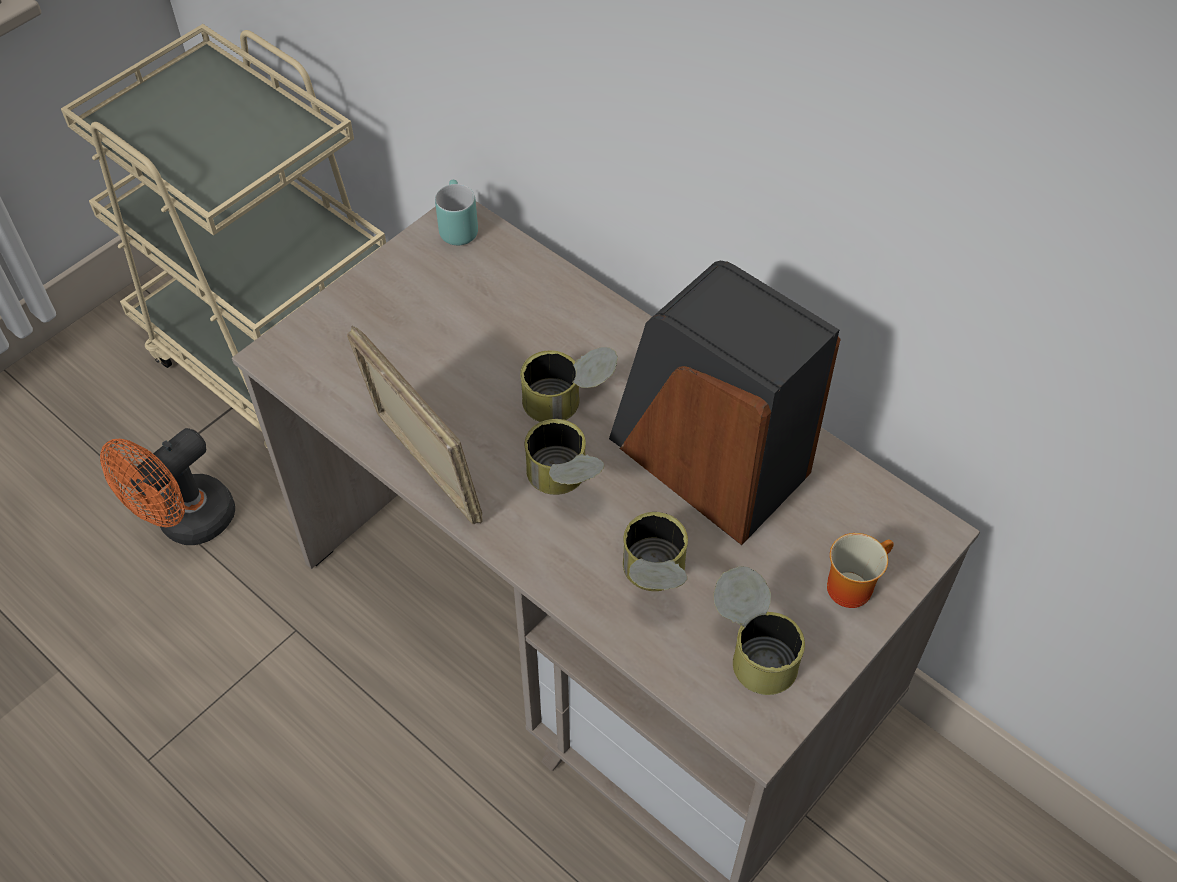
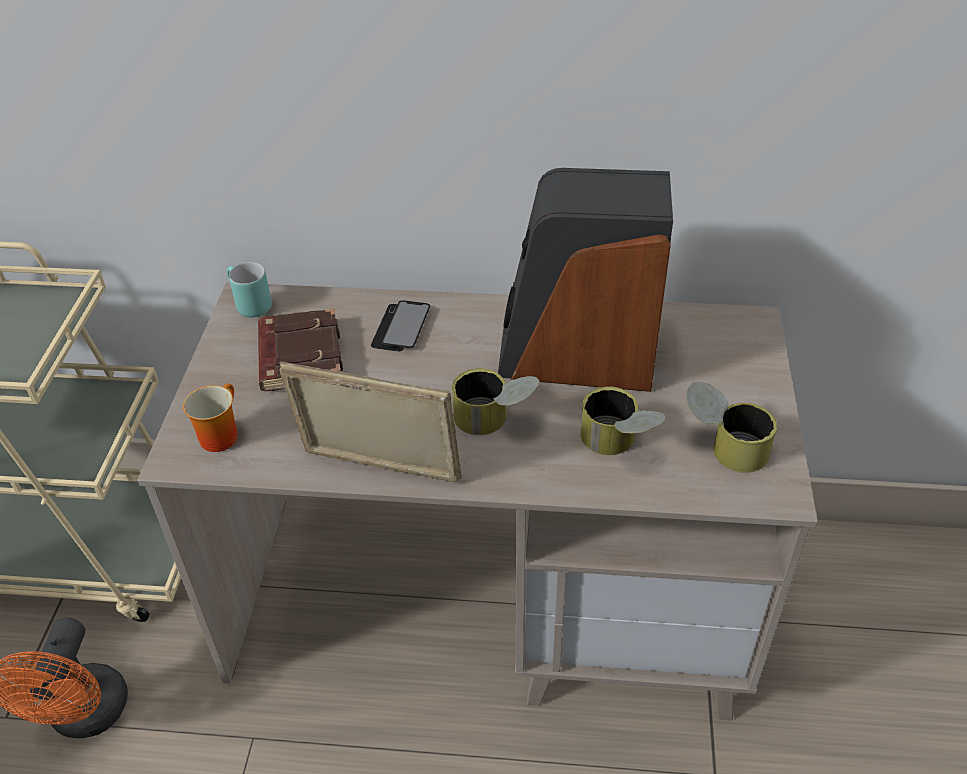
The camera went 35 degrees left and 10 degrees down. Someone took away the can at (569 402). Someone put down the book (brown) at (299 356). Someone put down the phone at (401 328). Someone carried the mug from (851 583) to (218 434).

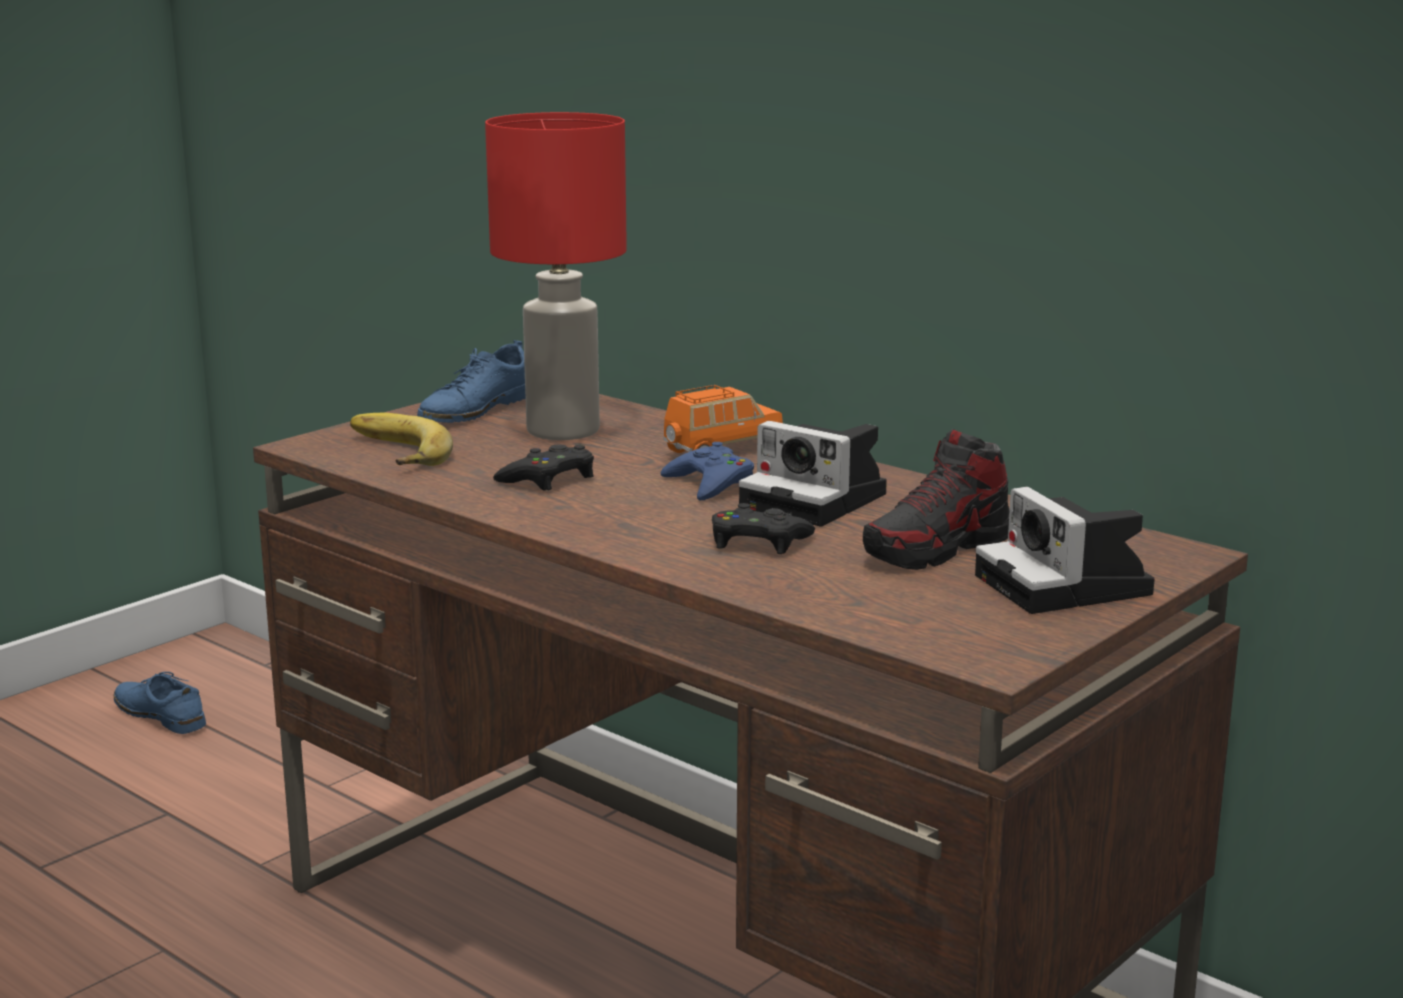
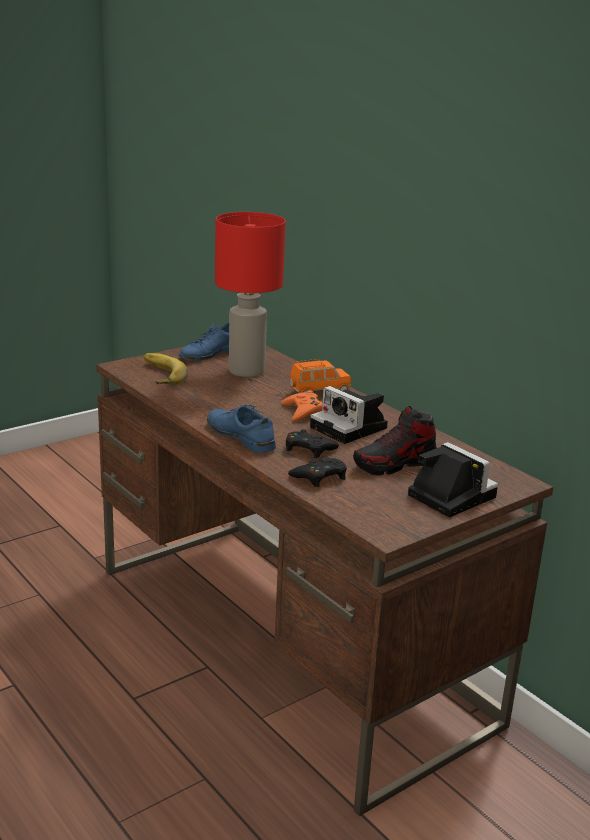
The camera went 10 degrees right and 5 degrees up. Someone carried the shoe (blue) from (160 715) to (241 436). Someone carried the game controller (black) from (549 479) to (320 477). Someone repainted the game controller (blue) at (710 484), which became the game controller (orange) at (303 411). Someone rotated the photo camera at (1068 587) by 150 degrees clockwise.

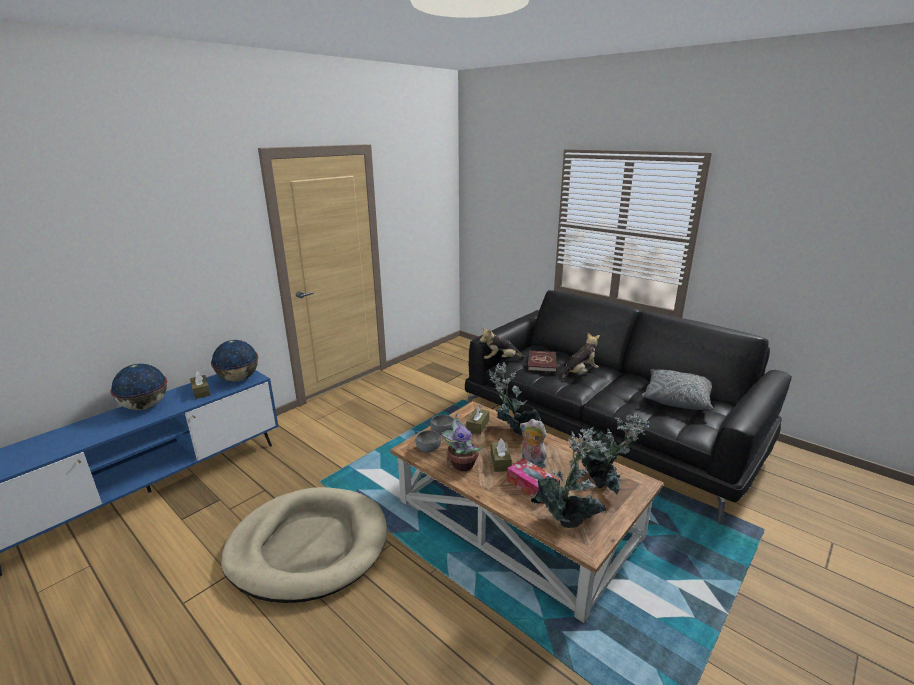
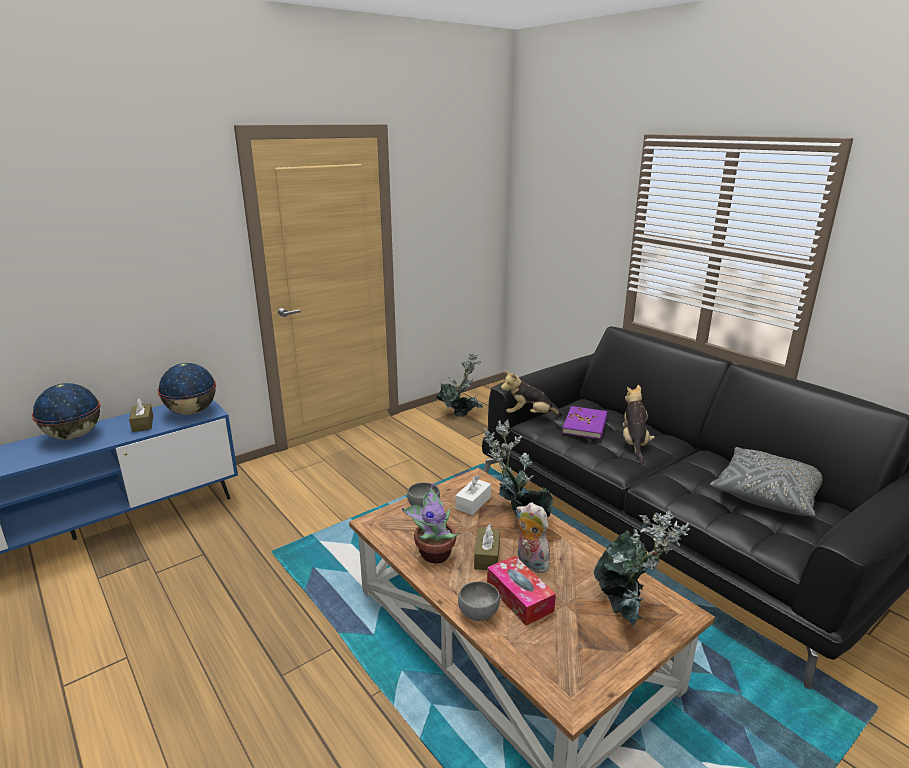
The camera went 10 degrees right and 0 degrees up. Someone took away the dog bed (beige) at (308 546). Someone carried the bowl (grey) from (428 449) to (478 613). Someone carried the potted plant from (568 519) to (461 413). Someone repainted the tissue box (brown) at (477 426), which became the tissue box (white) at (473 503). Someone repainted the book (red) at (542 363), which became the book (purple) at (585 425). Someone rotated the plush toy at (580 373) by 60 degrees counterclockwise.

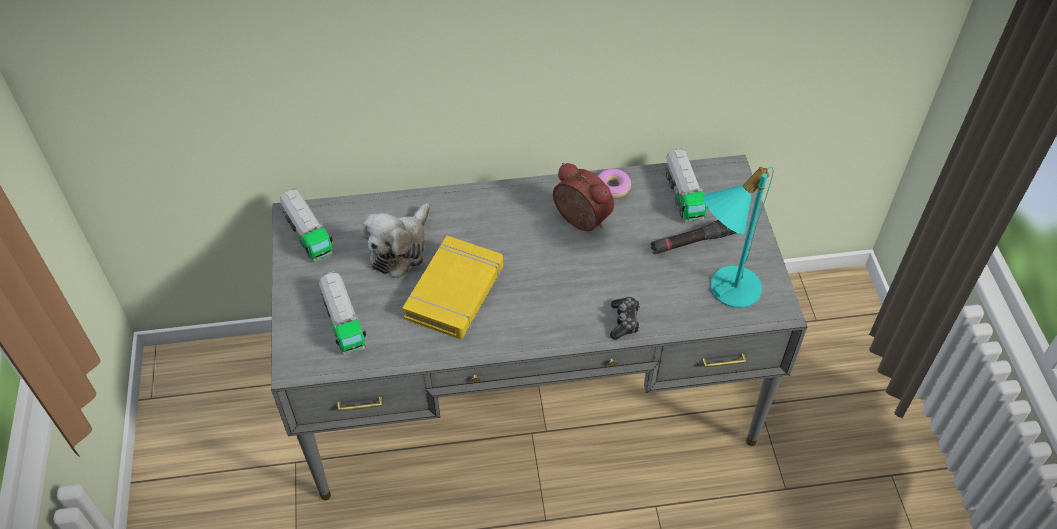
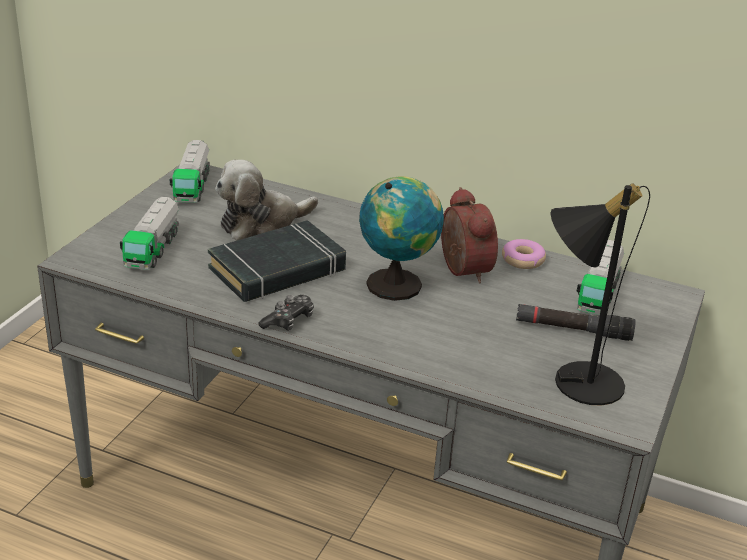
The camera went 30 degrees right and 20 degrees down. Someone put down the globe at (397 284). Someone carried the game controller from (624 321) to (288 321). Someone repainted the book (yellow) at (455 292), which became the book (black) at (278 270). Someone repainted the table lamp (turquoise) at (725 287), which became the table lamp (black) at (575 379).

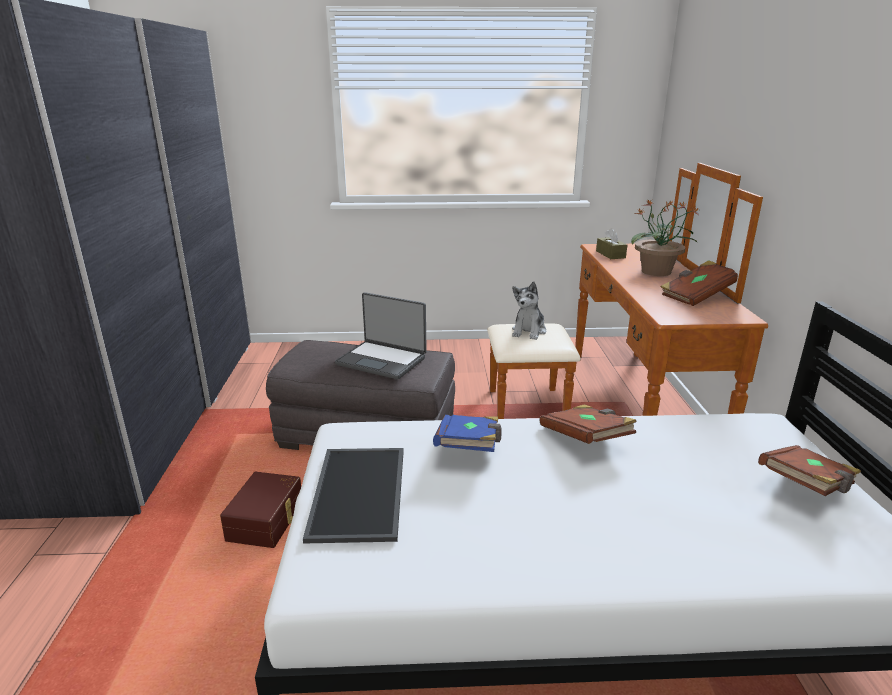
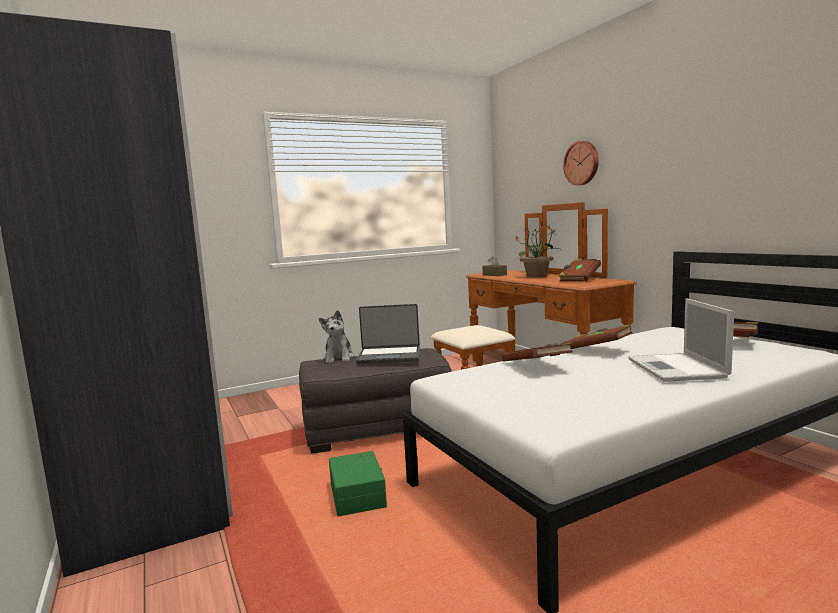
The camera went 25 degrees left and 15 degrees down. Someone took away the tray at (361 493). Someone put up the wall clock at (582 163). Someone put down the laptop at (677 368). Someone carried the plush toy from (529 331) to (339 358). Someone repainted the storage box (brown) at (267 521), which became the storage box (green) at (359 496). Someone repainted the book (blue) at (469 448), which became the book (brown) at (537 366).

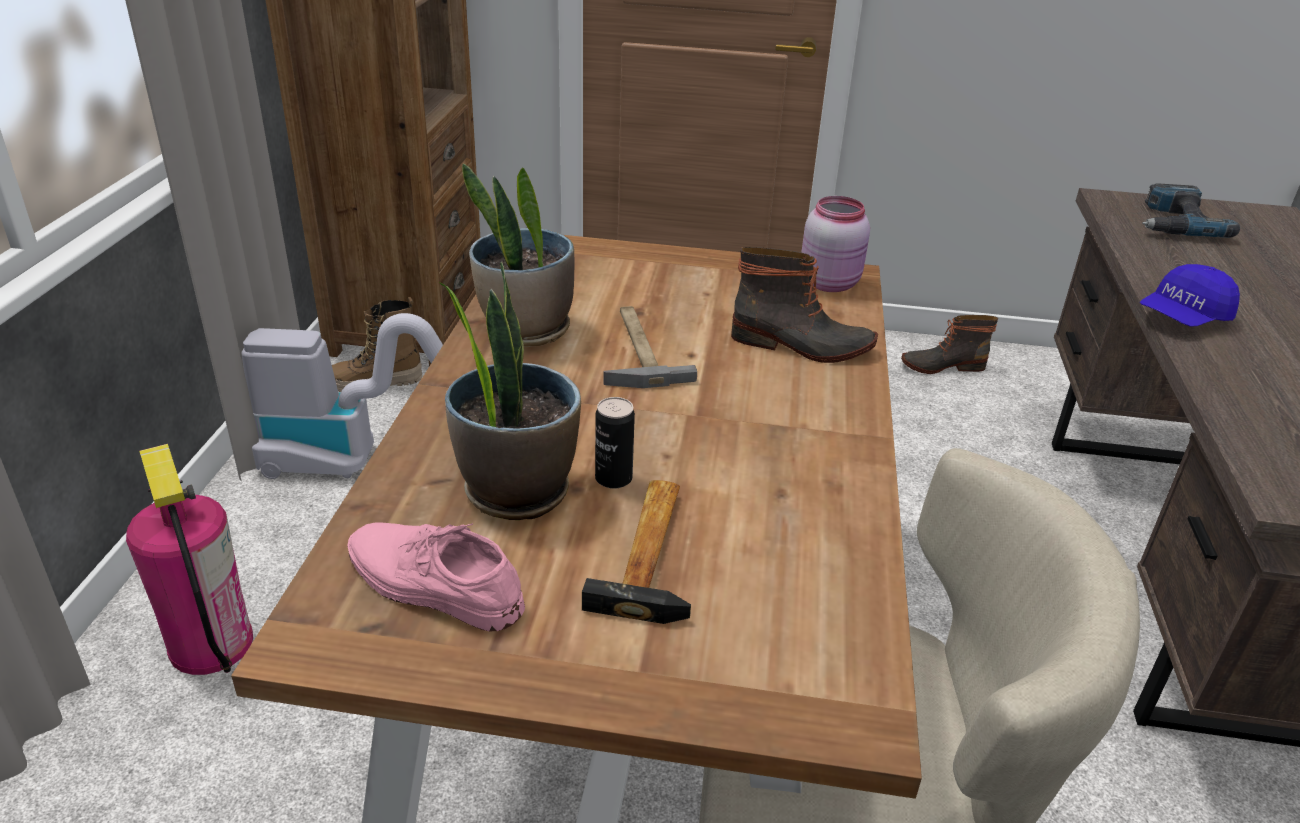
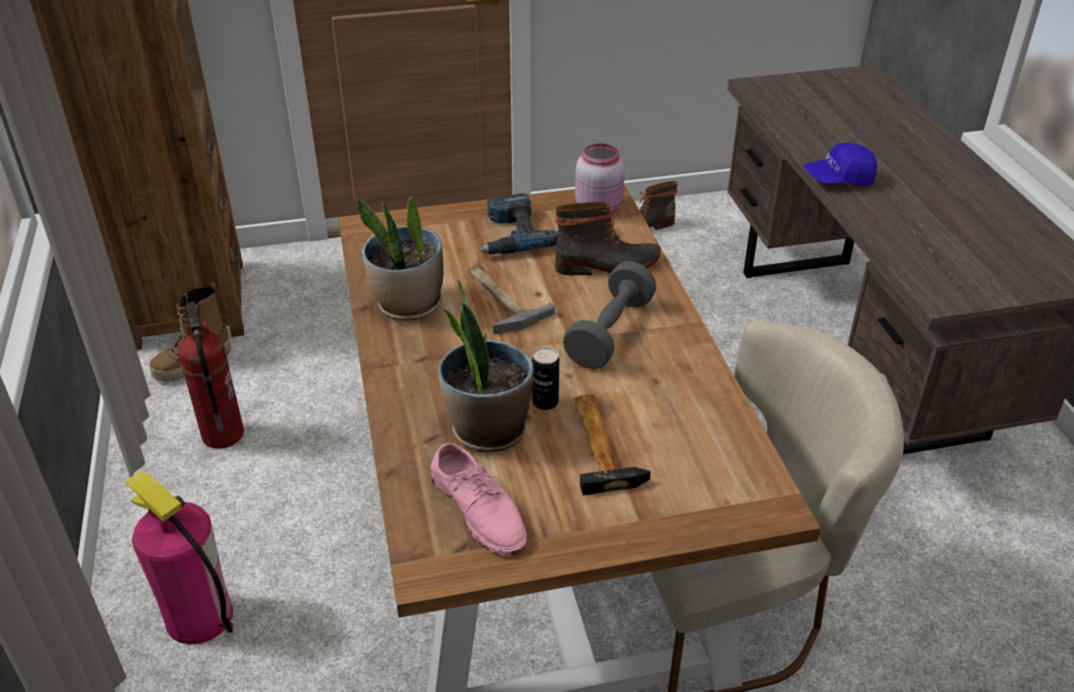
The camera went 20 degrees left and 5 degrees up. Someone put down the dumbbell (grey) at (610 332). Someone carried the power drill from (1173 222) to (511 235). Someone swapped the vacuum cleaner at (358 460) for the fire extinguisher at (222 435). Someone rotated the shoe (pink) at (432 584) by 135 degrees counterclockwise. Someone rotated the cap (blue) at (1183 318) by 45 degrees clockwise.

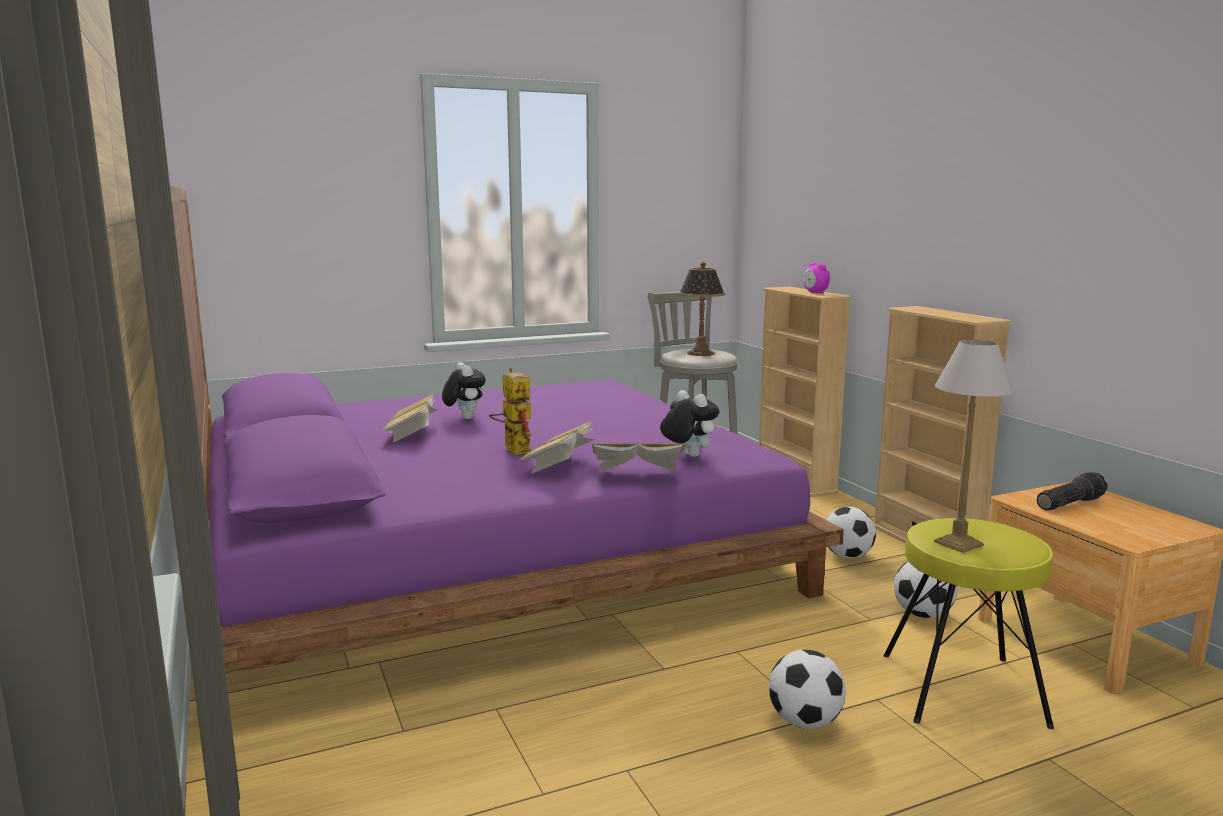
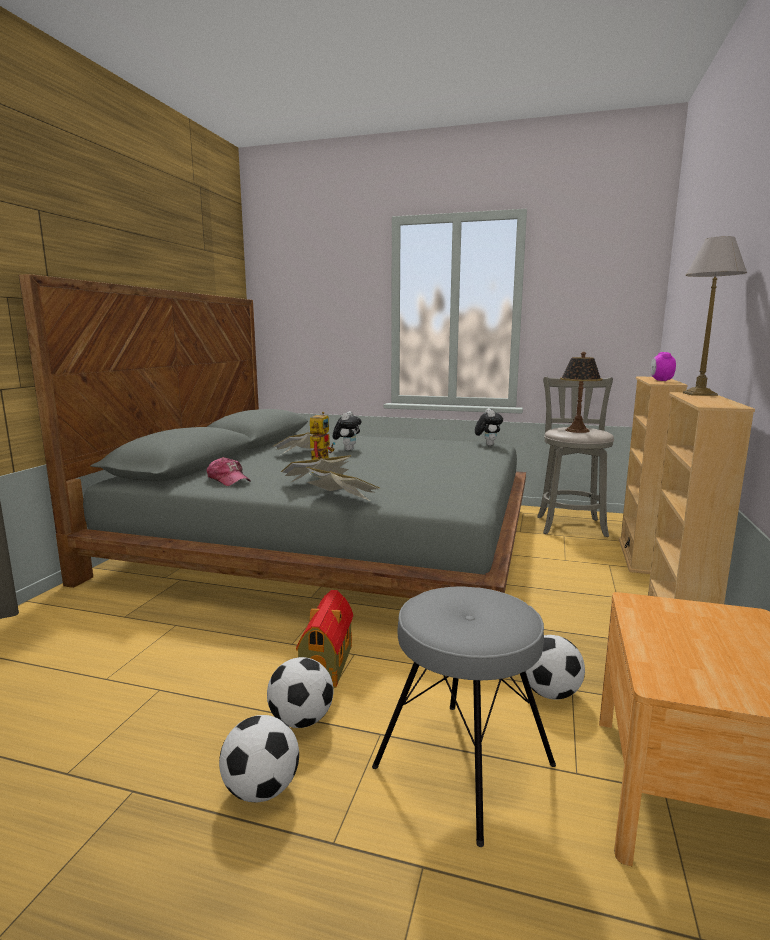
The camera went 40 degrees right and 0 degrees up. Someone took away the flashlight at (1068 503). Someone put down the cap at (228 480). Someone put down the toy house at (327 663). Someone carried the plush toy from (687 455) to (487 444). Someone carried the football from (847 556) to (261 790). Someone carried the table lamp from (958 544) to (699 394). Someone repainted the bed (purple) at (484 550), which became the bed (grey) at (335 540). Someone repainted the stool (yellow) at (963 689), which became the stool (grey) at (464 766).

